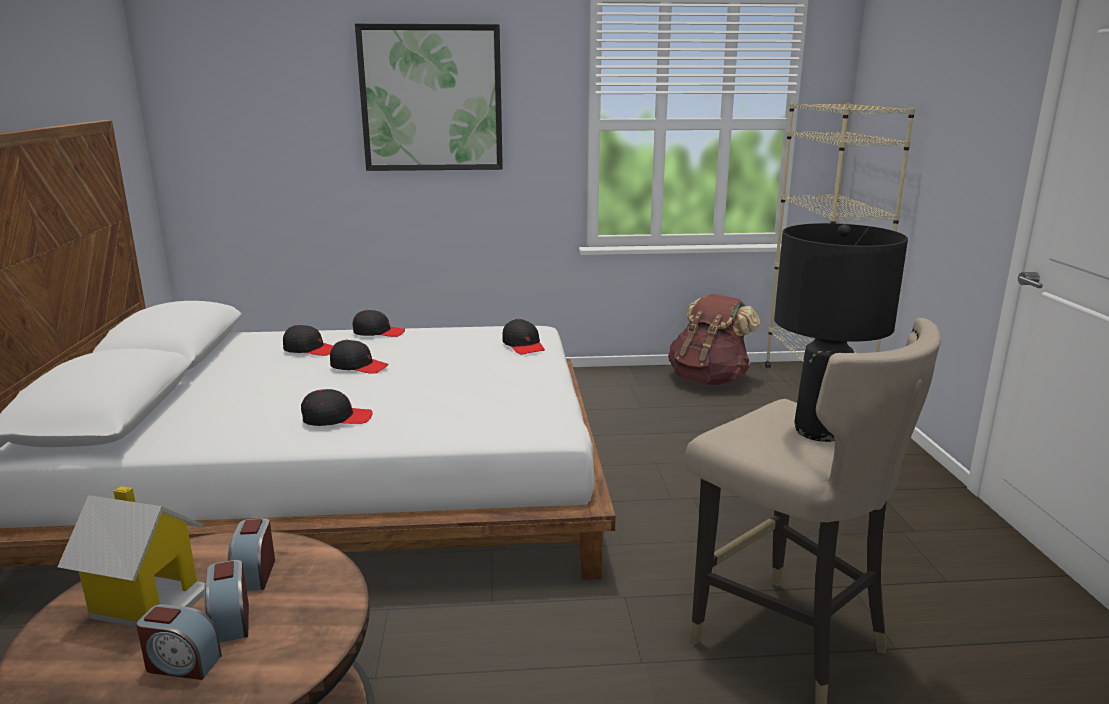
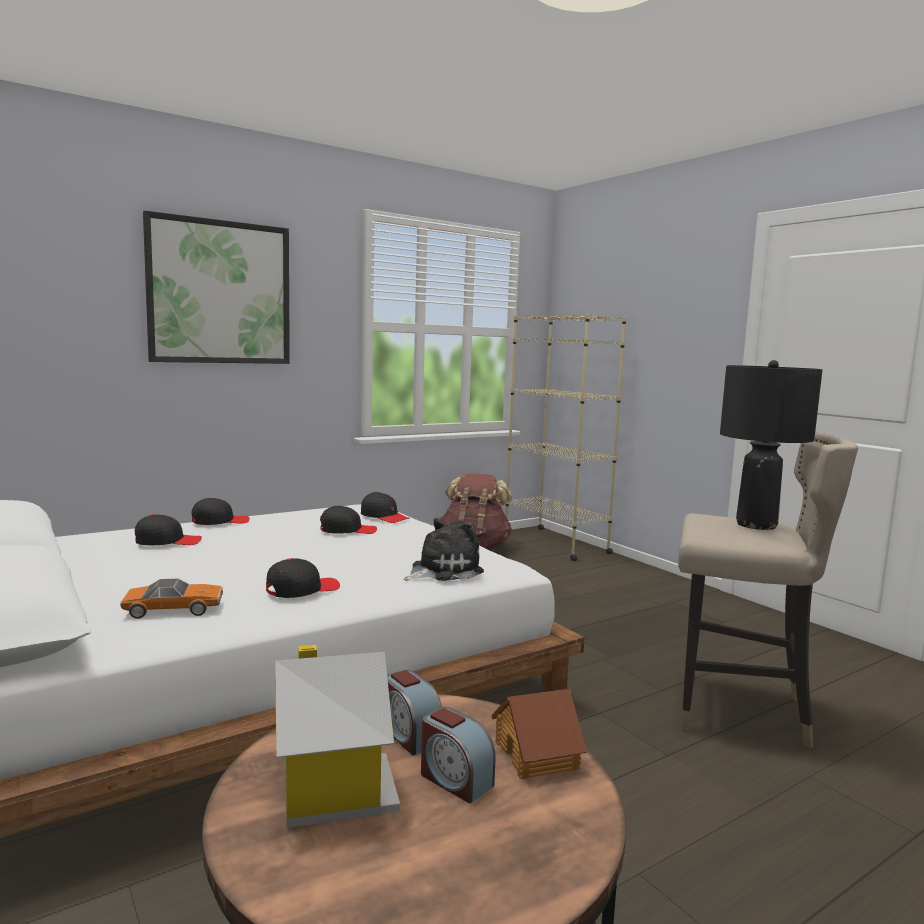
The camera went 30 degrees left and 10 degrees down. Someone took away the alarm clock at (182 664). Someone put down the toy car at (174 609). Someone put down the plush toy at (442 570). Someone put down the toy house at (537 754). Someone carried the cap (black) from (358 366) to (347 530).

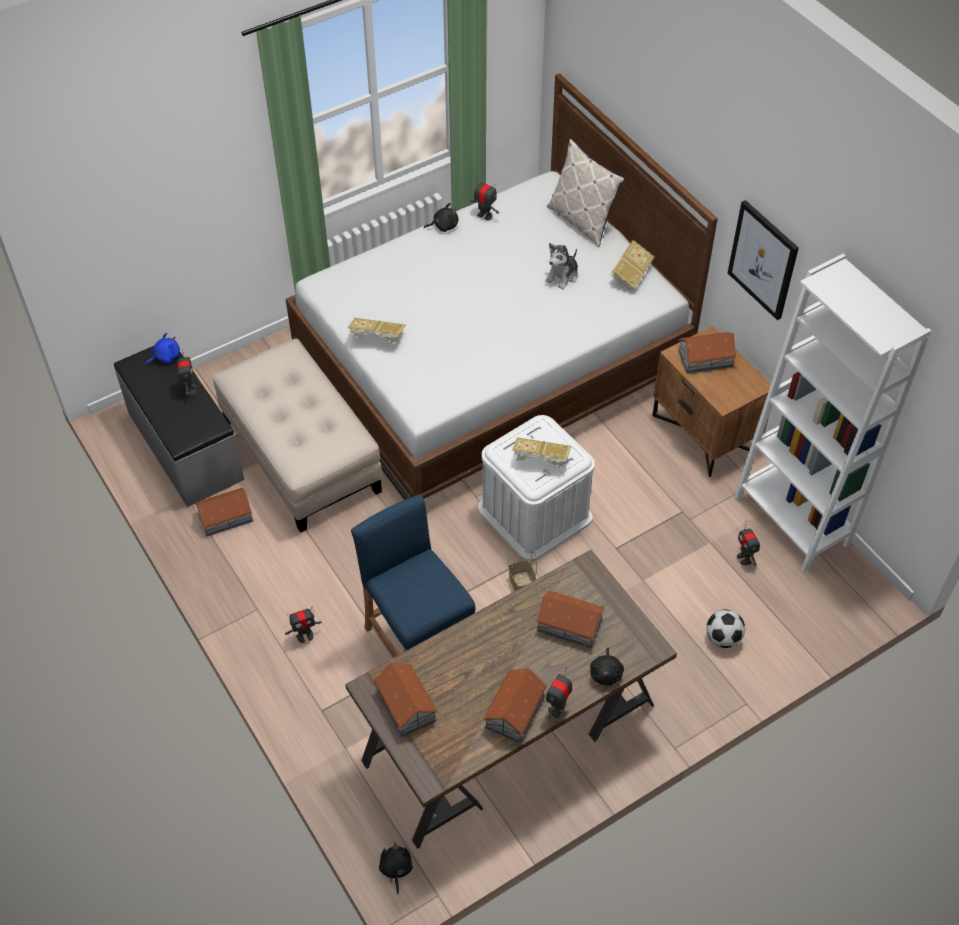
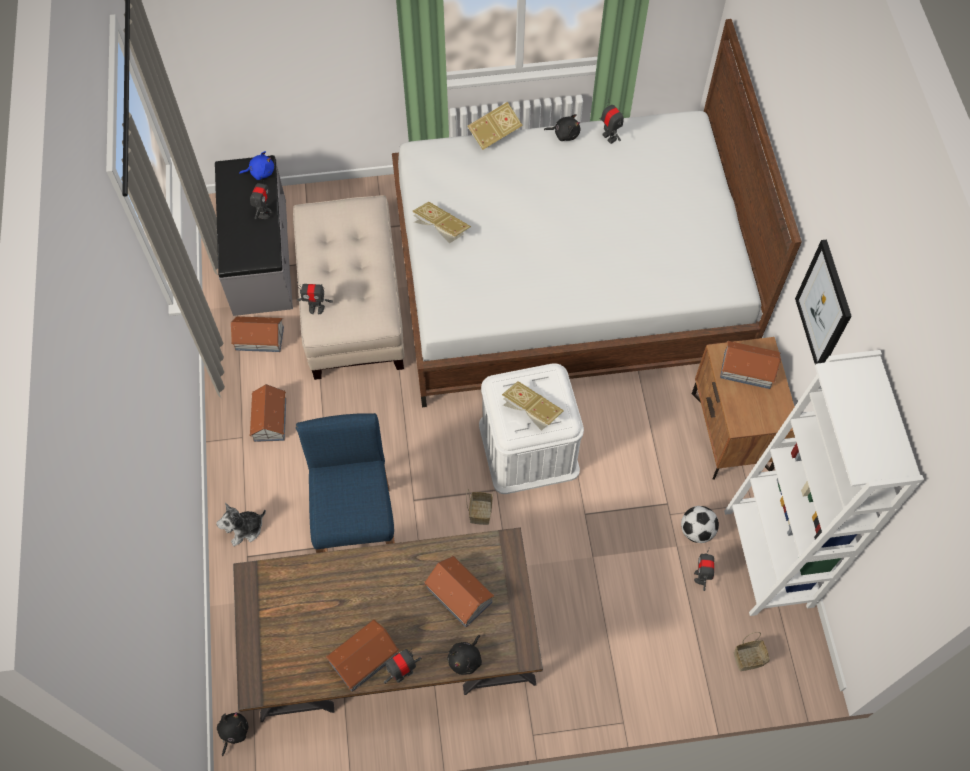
The camera went 25 degrees right and 10 degrees up. Someone took away the pillow at (581 221). Someone put down the basket at (748 659). Someone carried the toy robot from (305 636) to (316 308). Someone carried the toy house from (406 706) to (269 420). Someone carried the plush toy from (563 276) to (245 529). Someone carried the book from (630 274) to (493 134). Someone carried the football from (722 638) to (696 530).

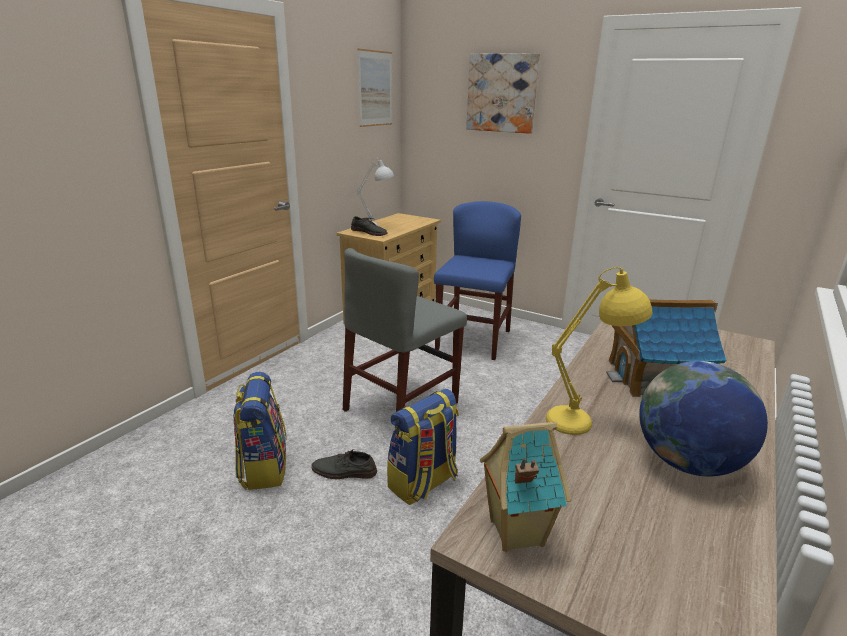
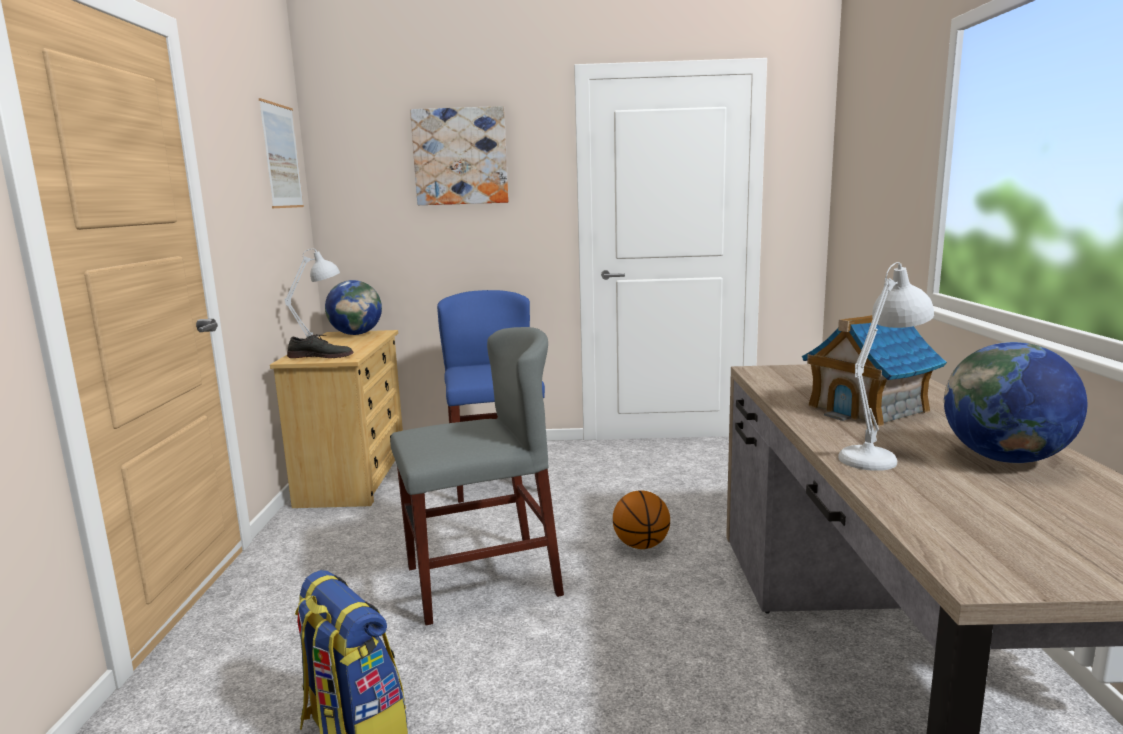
The camera went 30 degrees left and 10 degrees down. Someone took away the shoe (grey) at (344 472). Someone took away the backpack at (423 483). Someone took away the toy house at (514 532). Someone put down the globe at (356 334). Someone put down the basketball at (641 545). Someone repainted the table lamp (yellow) at (587 421), which became the table lamp (white) at (880 455). Someone rotated the chair (grey) at (401 406) by 120 degrees counterclockwise.

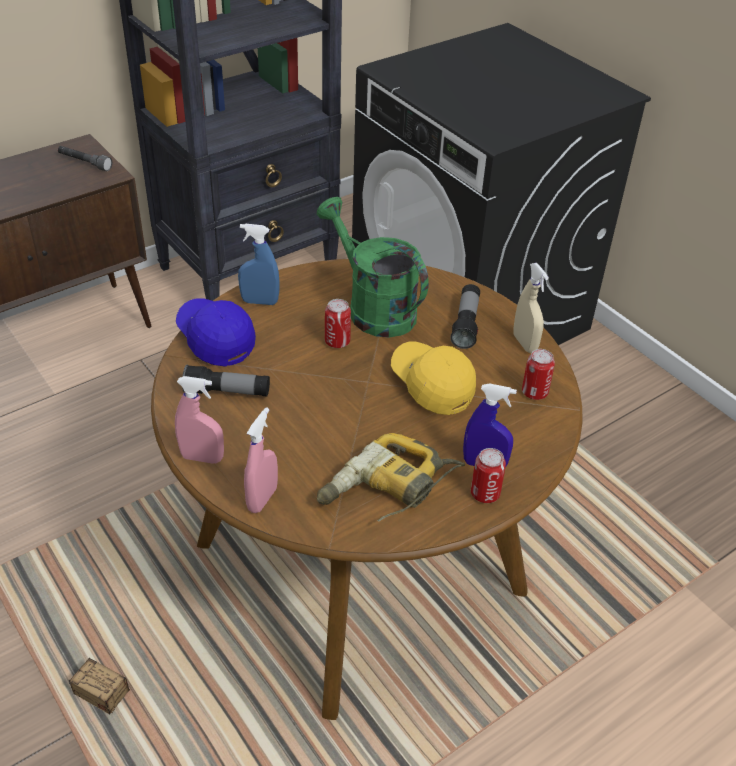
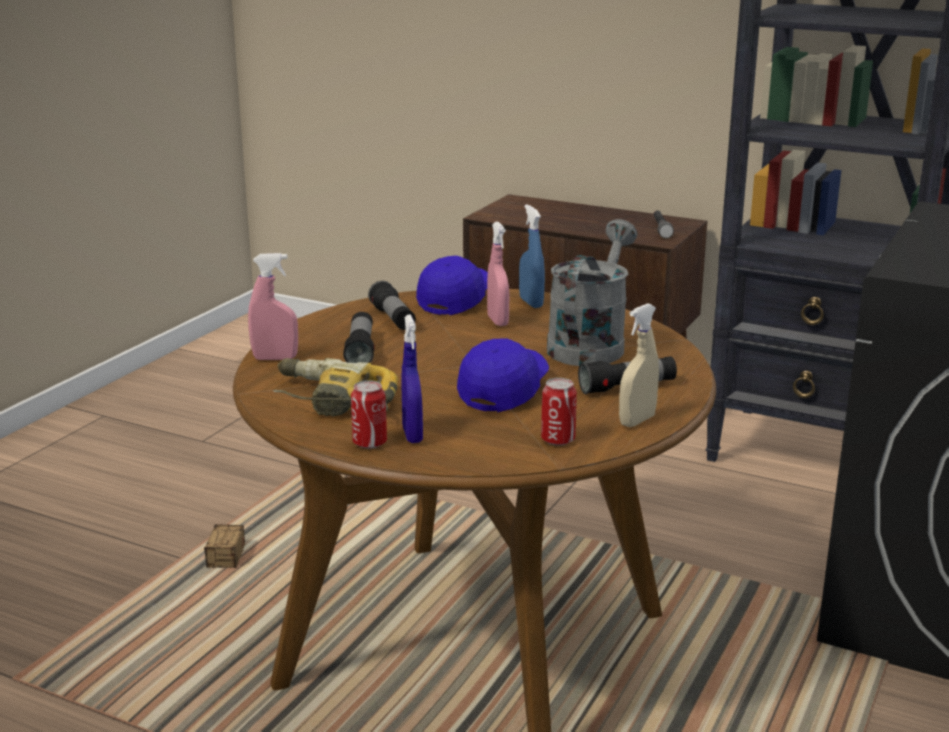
The camera went 65 degrees right and 20 degrees down. Someone took away the can at (337 341). Someone put down the flashlight at (361 350). Someone carried the spray bottle (pink) from (202 458) to (497 321). Someone repainted the watering can (green) at (373 308), which became the watering can (grey) at (590 344). Someone repainted the cap (yellow) at (431 385), which became the cap (blue) at (504 390).

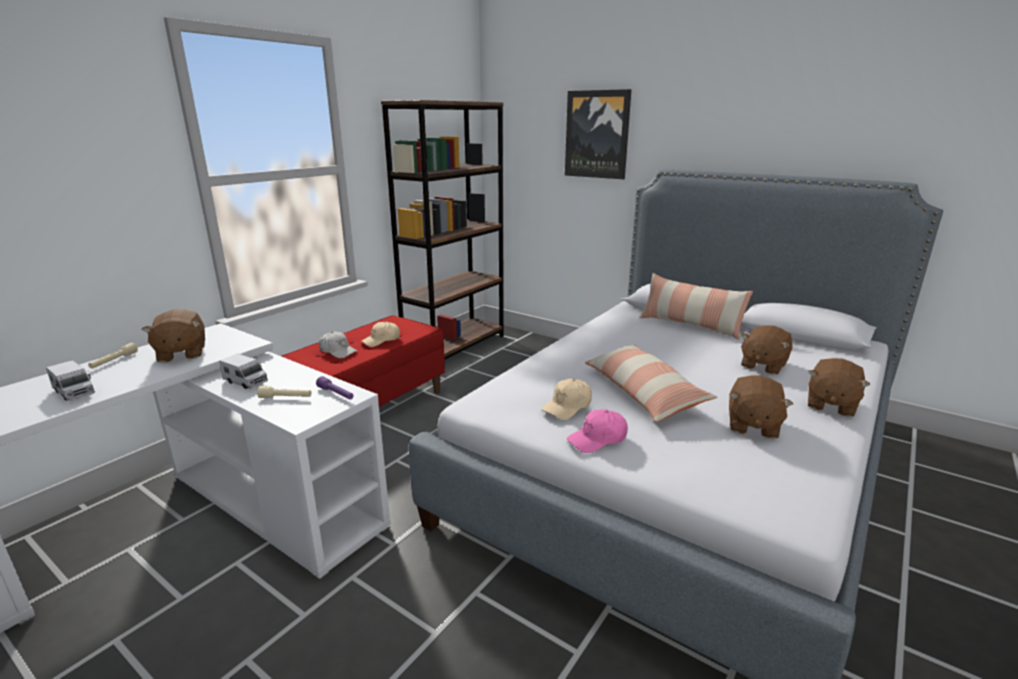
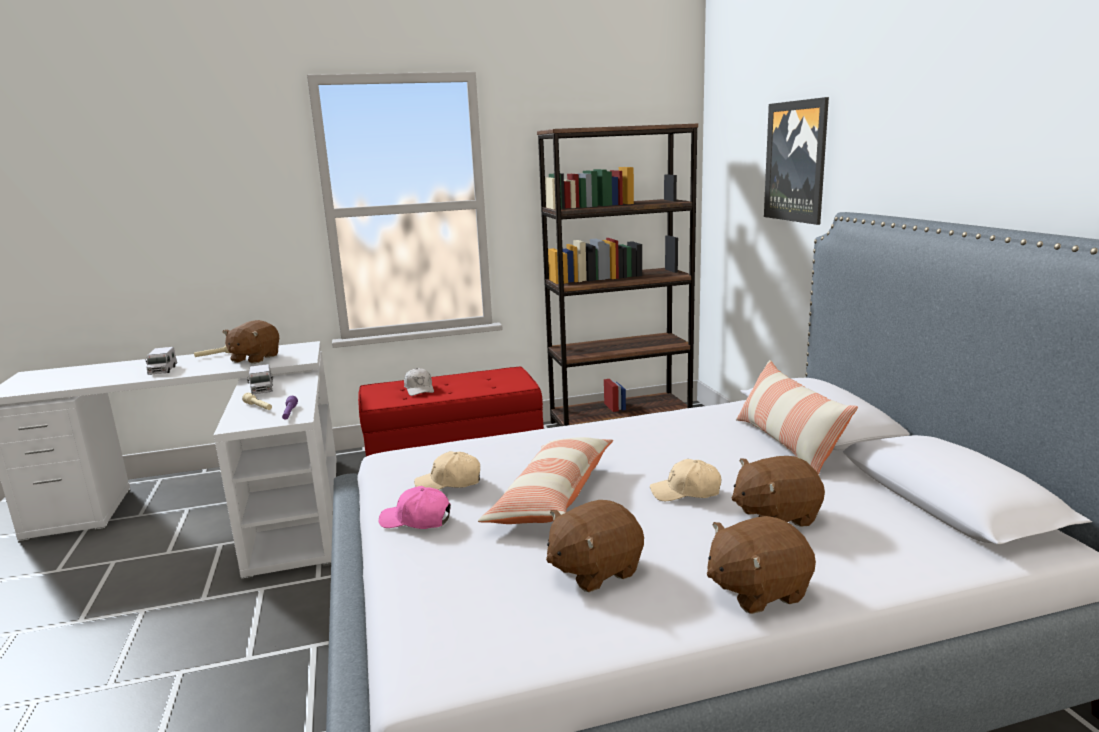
The camera went 40 degrees right and 5 degrees down. Someone carried the cap (beige) from (381 340) to (686 492).

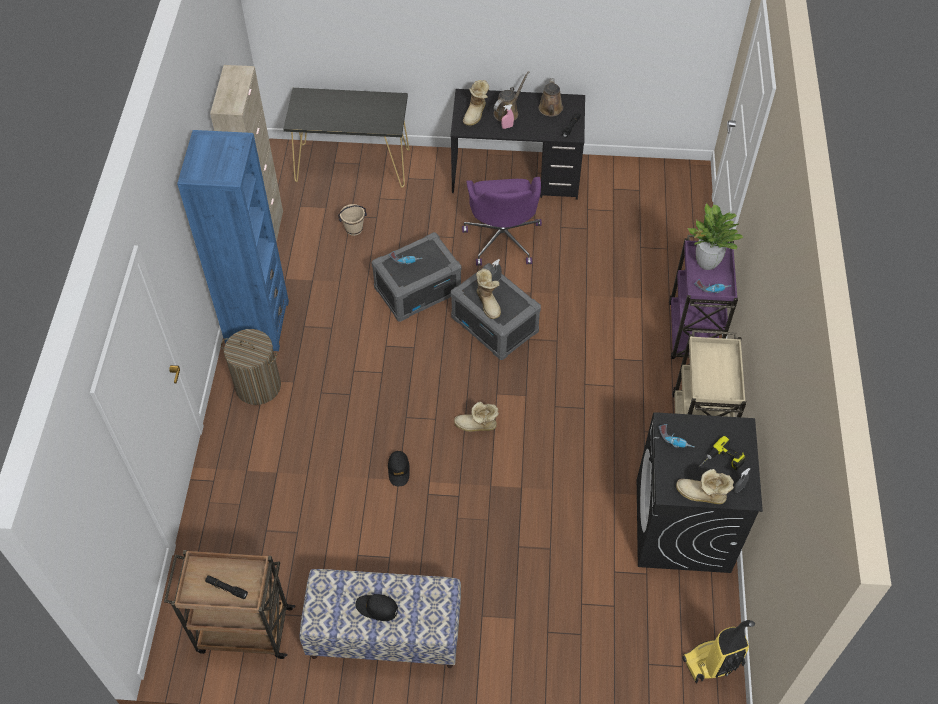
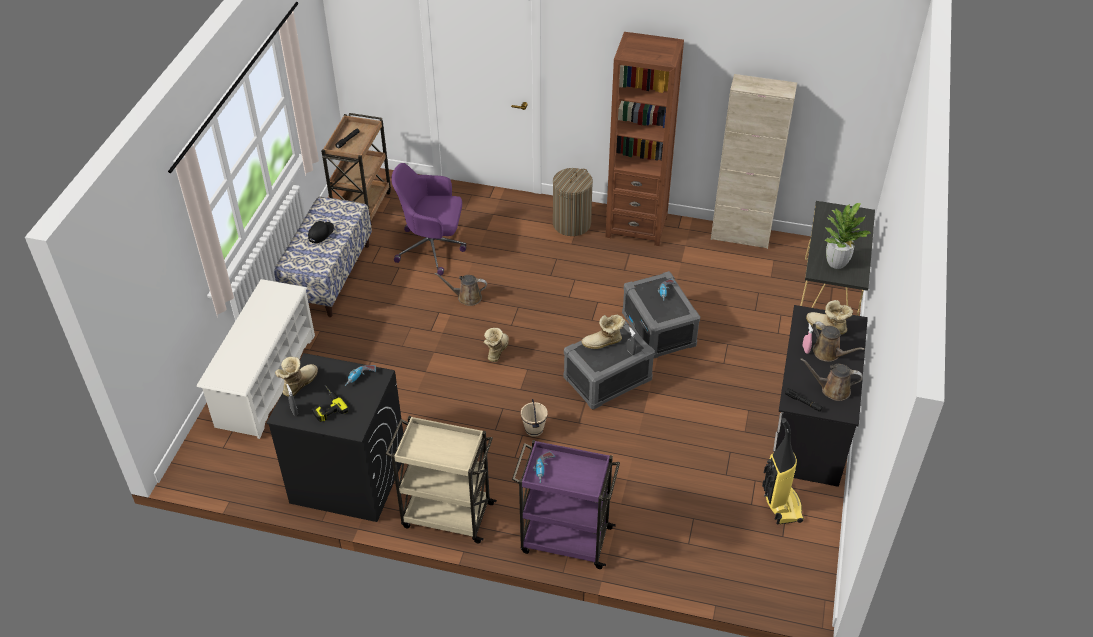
The camera went 100 degrees right and 10 degrees down. Someone put down the shoe rack (white) at (265 380). Someone carried the bucket (beige) from (354 229) to (534 429). Someone carried the office chair (purple) from (502 238) to (432 248). Someone carried the vacuum cleaner from (712 663) to (780 503). Someone carried the potted plant from (706 263) to (836 263). Someone swapped the cap (black) at (399 470) for the watering can (brown) at (466 297). Someone repainted the bookcase (blue) at (257 324), which became the bookcase (brown) at (636 226).

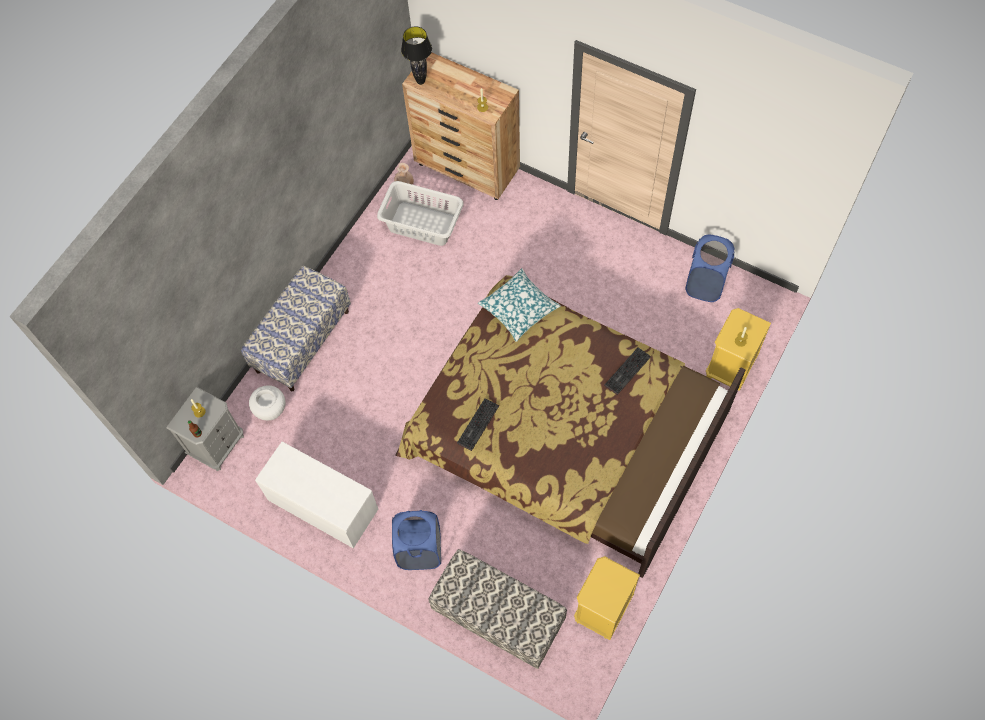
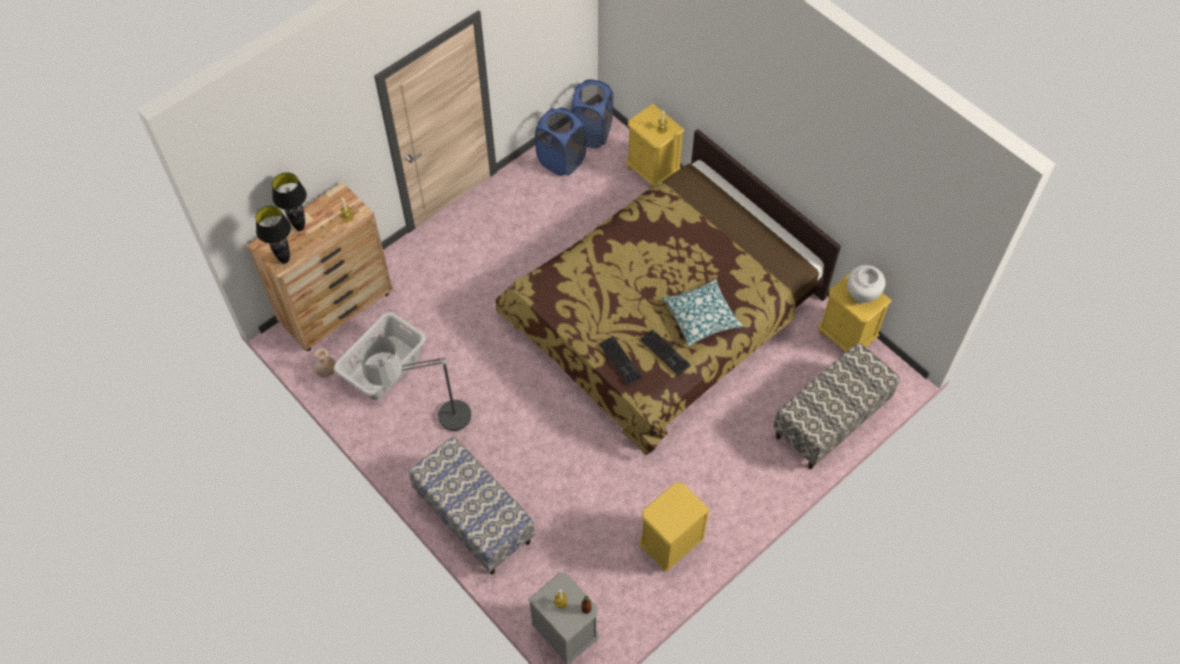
The camera went 75 degrees left and 5 degrees down. Someone put down the table lamp (black) at (300 227). Someone put down the floor lamp at (430 429). Someone carried the vase (white) from (271 411) to (861 295). Someone carried the laundry basket (blue) from (420 551) to (591 133). Someone carried the pillow from (519 309) to (701 317). Someone carried the keyboard from (627 372) to (622 361). Someone swapped the bench (white) at (321 505) for the nightstand (yellow) at (670 545).

